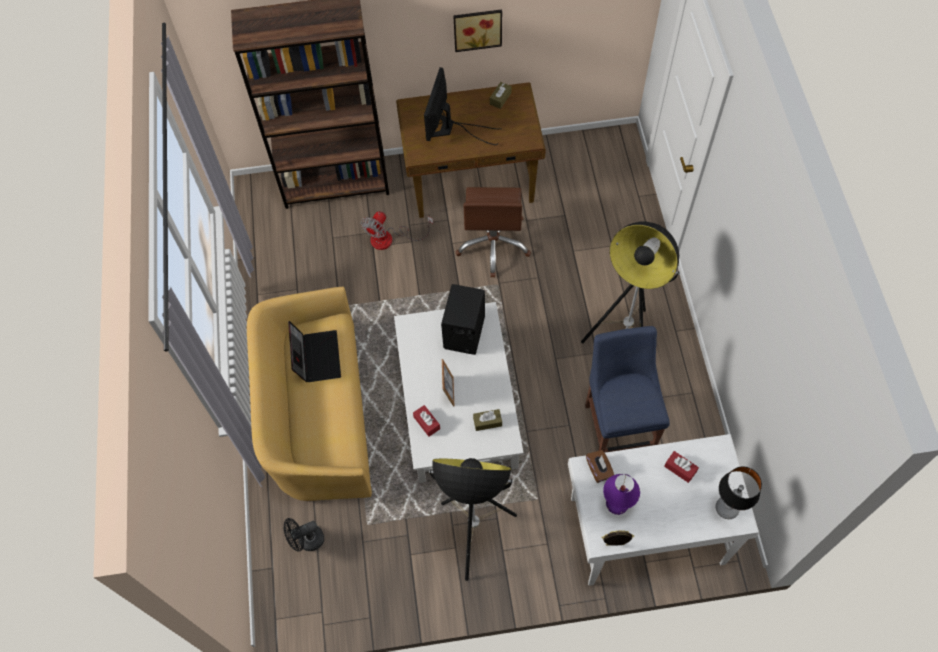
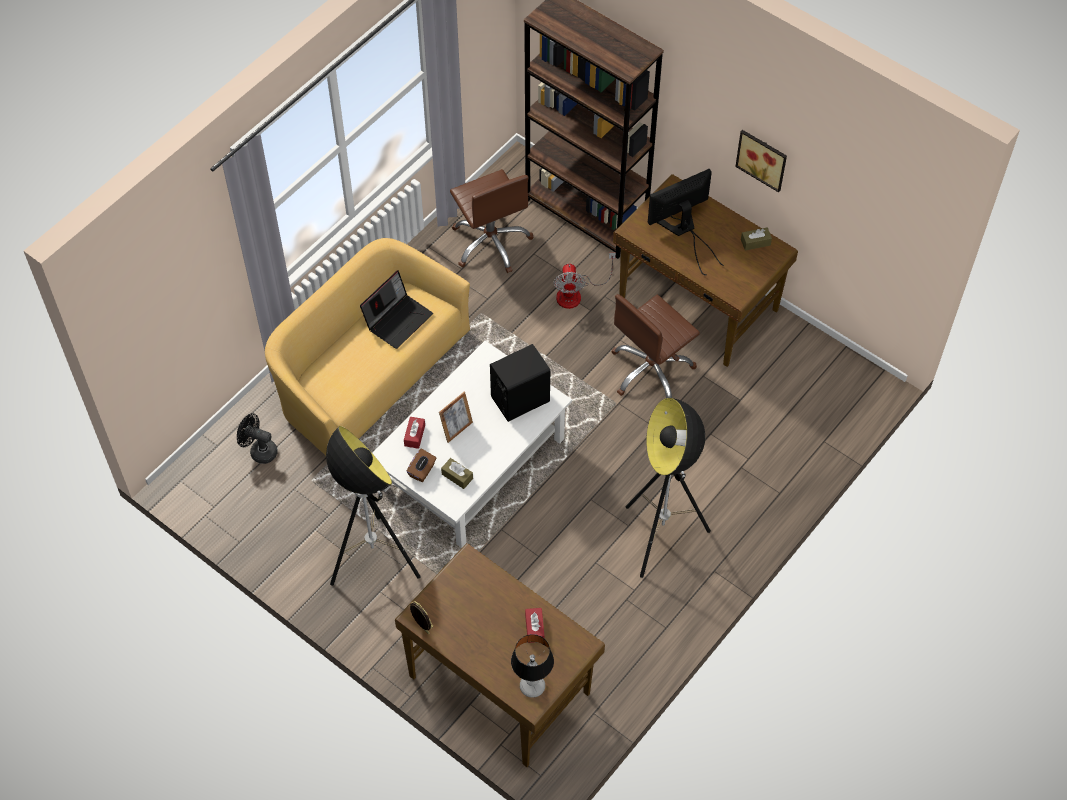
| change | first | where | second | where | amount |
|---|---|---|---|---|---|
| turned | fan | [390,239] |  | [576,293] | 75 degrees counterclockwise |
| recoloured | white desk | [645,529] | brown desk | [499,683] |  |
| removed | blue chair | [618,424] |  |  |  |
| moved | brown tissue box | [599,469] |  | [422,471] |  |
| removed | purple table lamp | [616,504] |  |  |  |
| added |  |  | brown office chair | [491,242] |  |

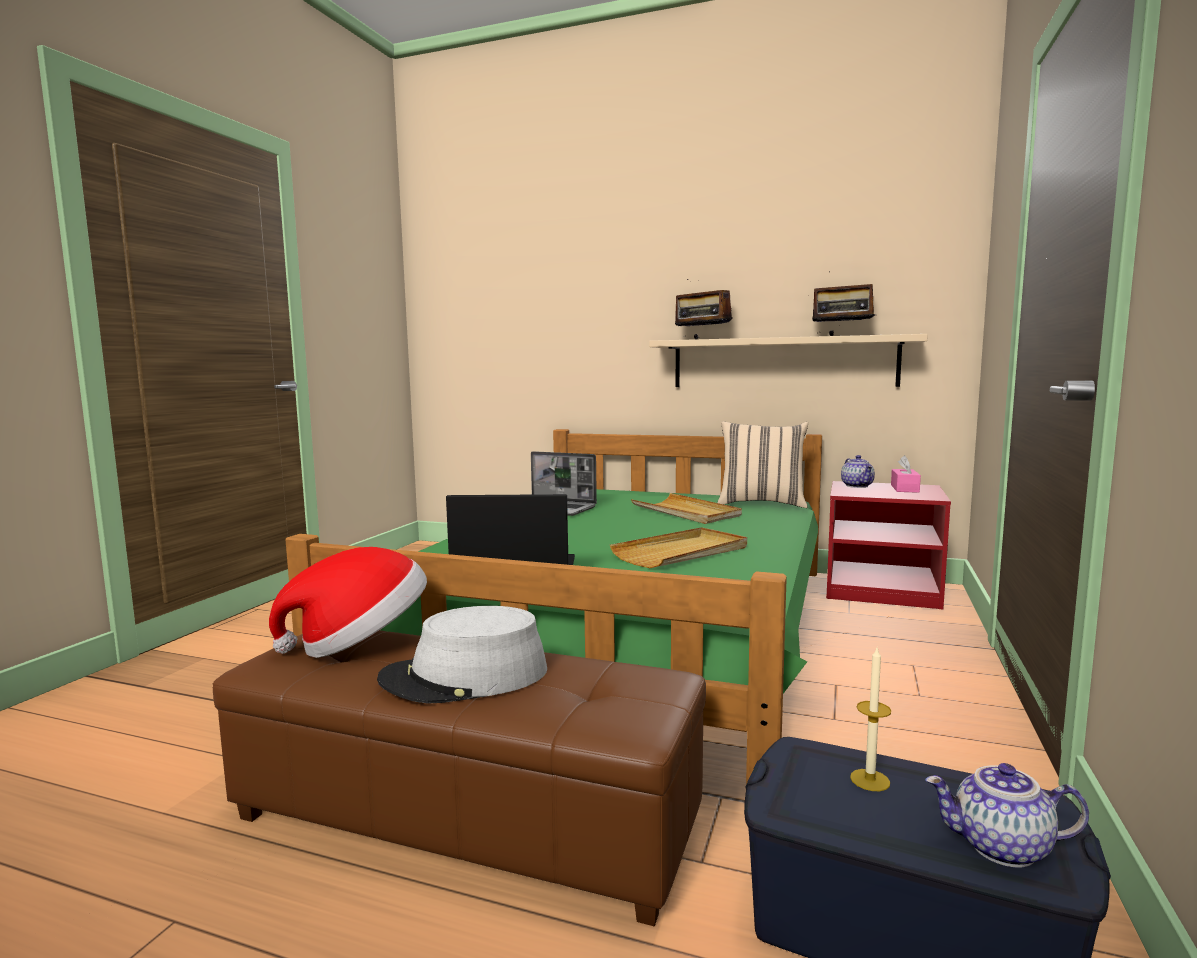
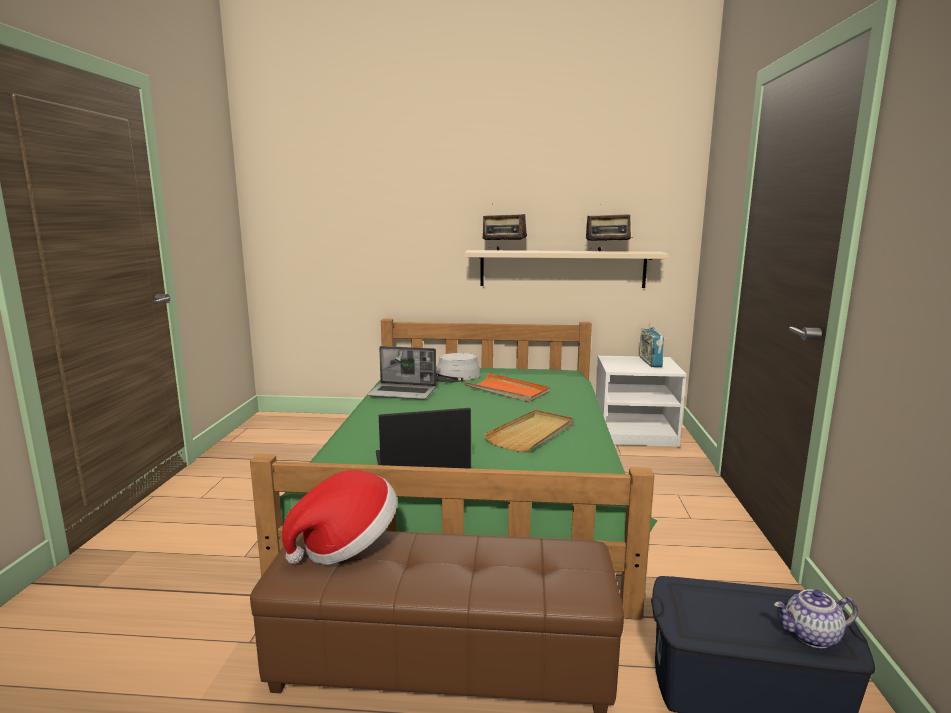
| change | first | where | second | where | amount |
|---|---|---|---|---|---|
| moved | grey hat | [465,676] |  | [453,376] |  |
| recoloured | beige tray | [686,512] | orange tray | [507,391] |  |
| removed | beige pillow | [762,503] |  |  |  |
| recoloured | red nightstand | [882,591] | white nightstand | [635,434] |  |
| removed | teapot | [858,486] |  |  |  |
| removed | candle | [870,780] |  |  |  |
| replaced | pink tissue box | [904,488] | radio | [650,362] |  |

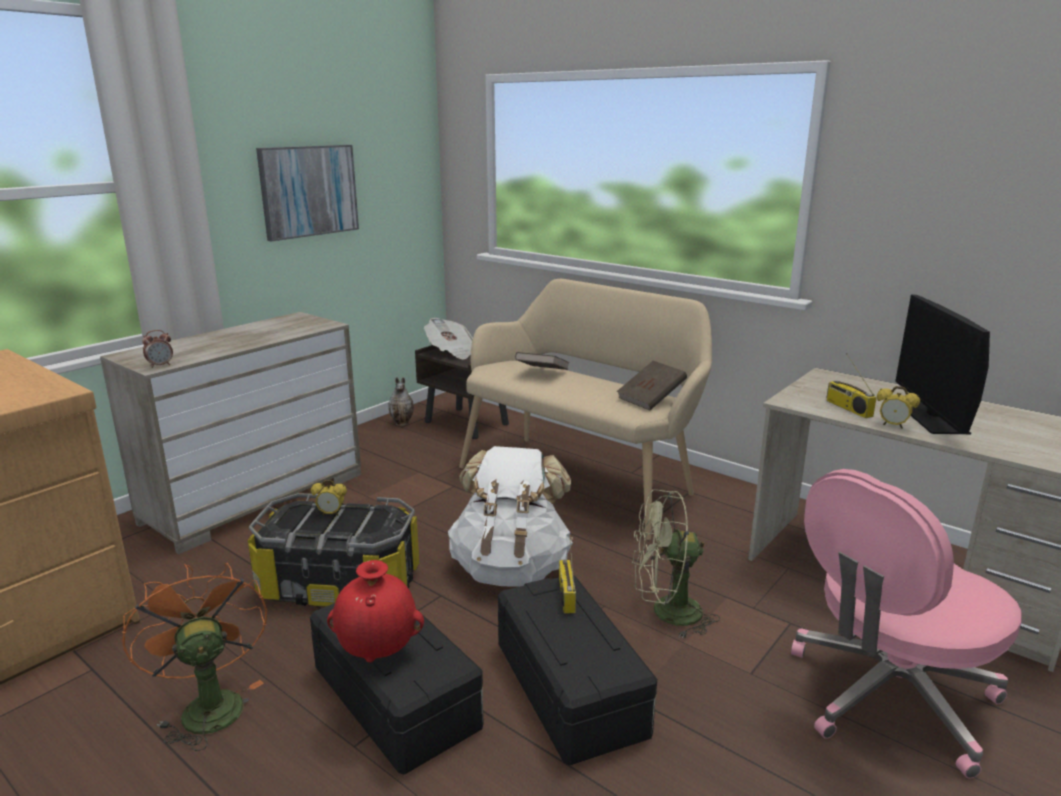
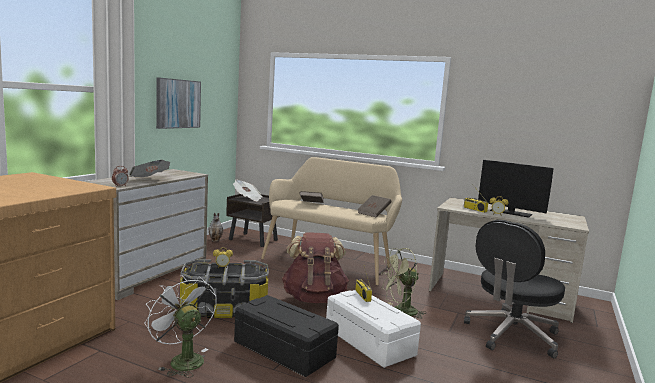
| change | first | where | second | where | amount |
|---|---|---|---|---|---|
| recoloured | orange fan | [208,704] | white fan | [182,360] |  |
| removed | red vase | [379,652] |  |  |  |
| recoloured | white backpack | [511,568] | brown backpack | [314,299] |  |
| recoloured | black storage box | [571,689] | white storage box | [370,341] |  |
| recoloured | pink office chair | [888,697] | black office chair | [511,335] |  |
| turned | monitor | [931,418] |  | [510,212] | 45 degrees counterclockwise |
| added |  |  | newspaper | [149,180] |  |

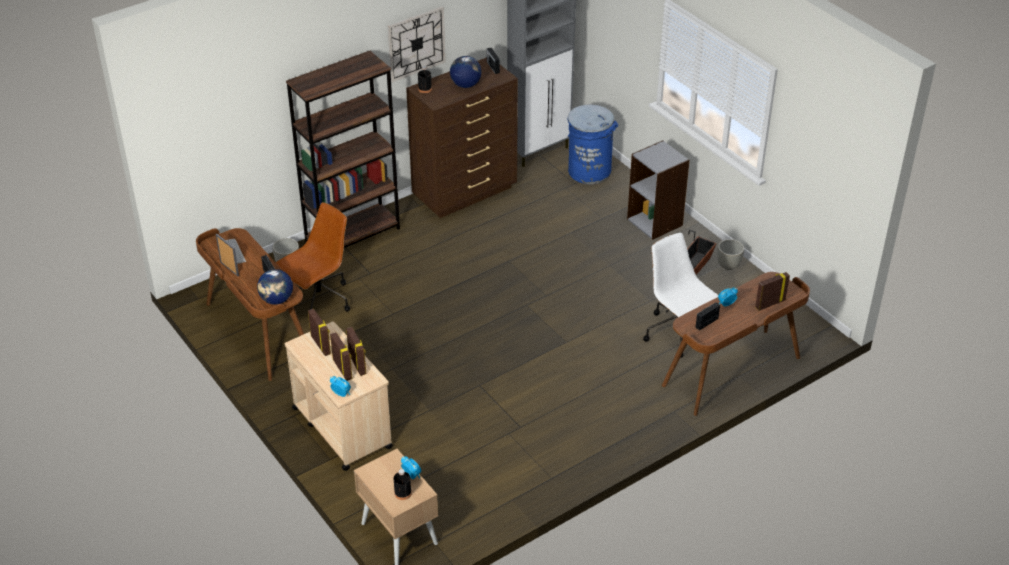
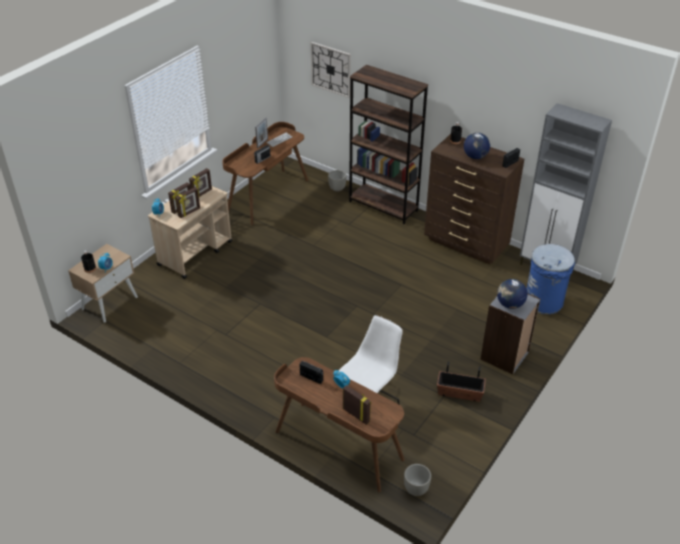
| change | first | where | second | where | amount |
|---|---|---|---|---|---|
| moved | globe | [277,300] |  | [510,304] |  |
| removed | brown office chair | [318,301] |  |  |  |
| moved | wall clock | [416,43] |  | [331,69] |  |
| moved | grey planter | [728,266] |  | [416,489] |  |

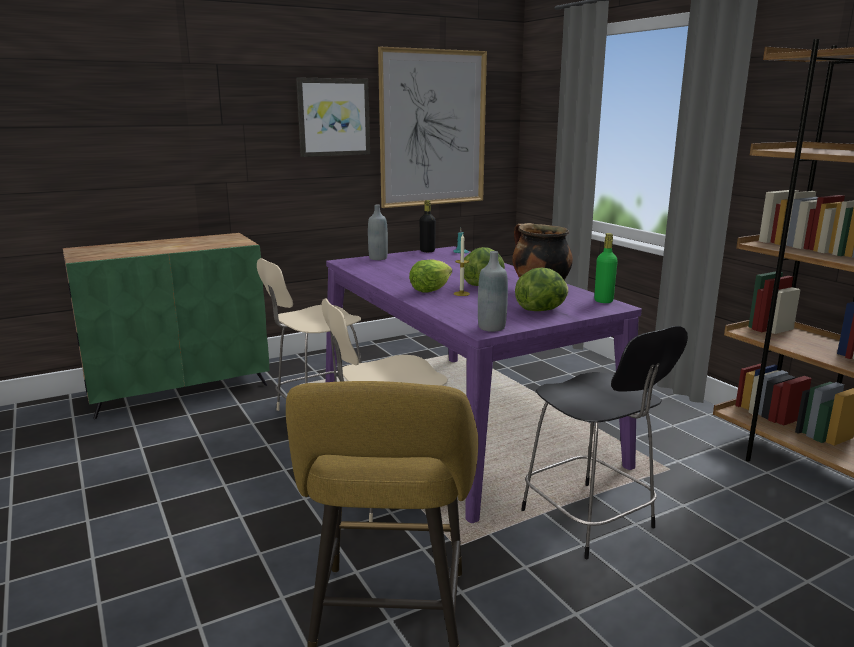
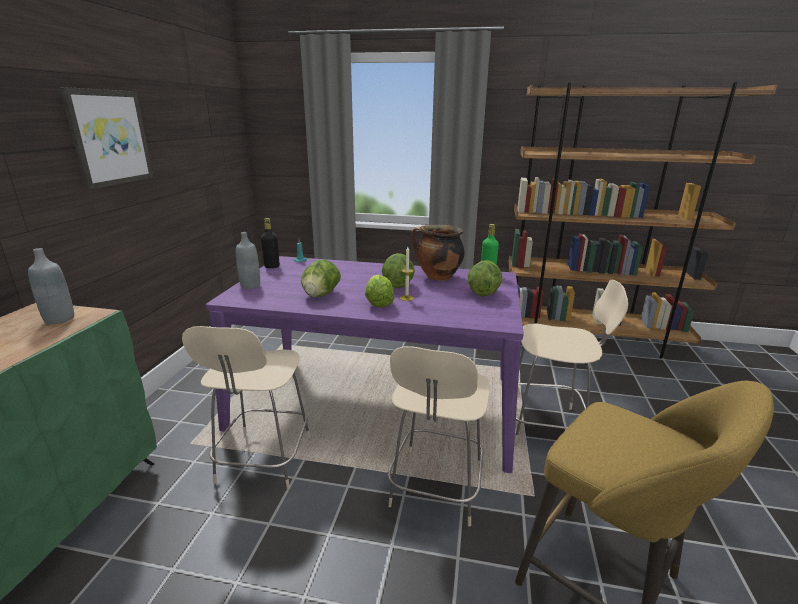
| change | first | where | second | where | amount |
|---|---|---|---|---|---|
| removed | picture | [433,129] |  |  |  |
| moved | grey bottle | [491,327] |  | [59,319] |  |
| recoloured | black chair | [590,521] | beige chair | [548,425] |  |
| added |  |  | lettuce | [320,295] |  |

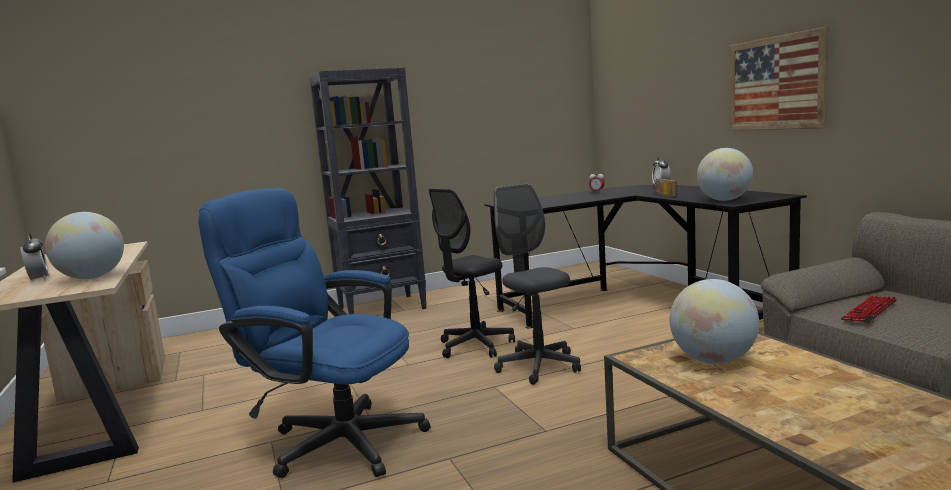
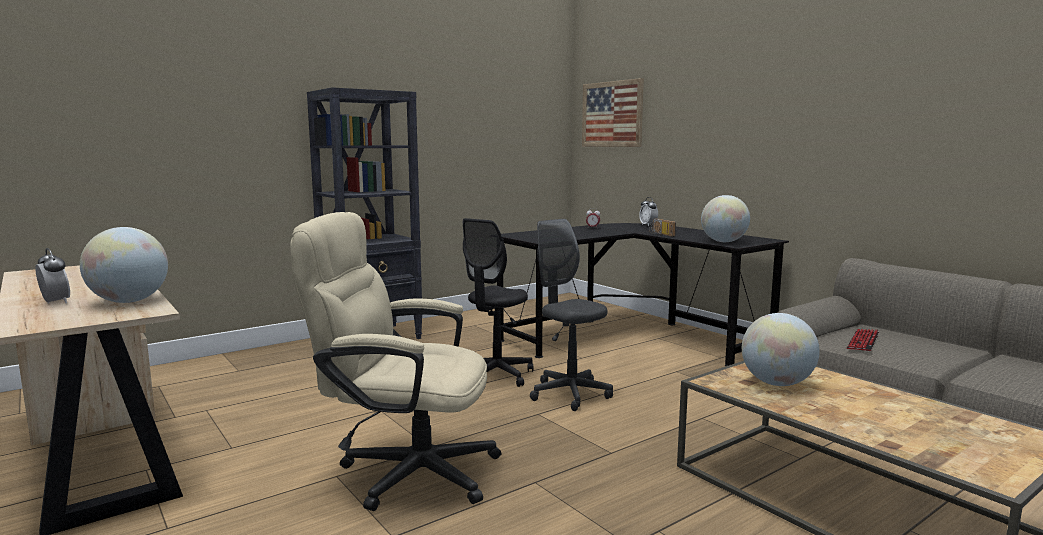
| change | first | where | second | where | amount |
|---|---|---|---|---|---|
| recoloured | blue office chair | [333,440] | beige office chair | [405,471] |  |
| moved | picture | [775,83] |  | [612,114] |  |

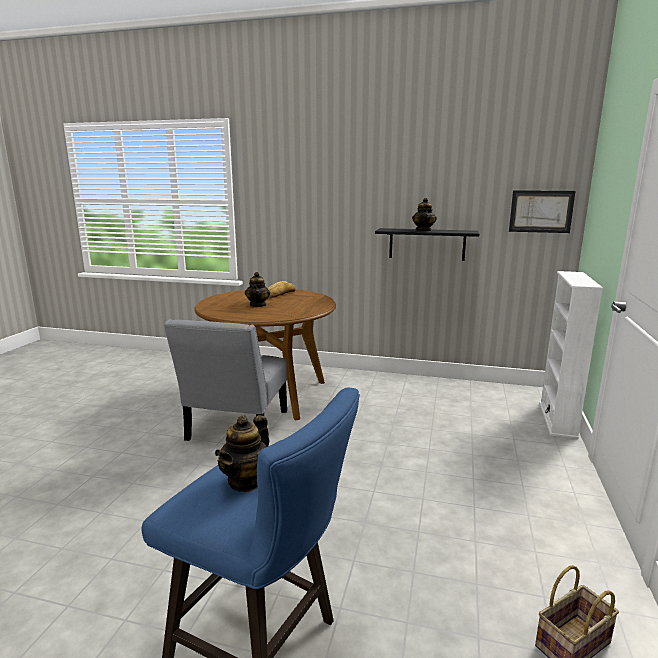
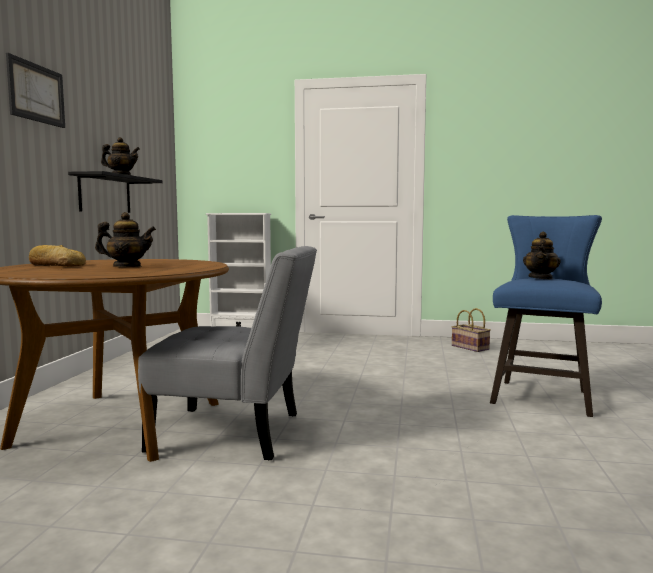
| change | first | where | second | where | amount |
|---|---|---|---|---|---|
| turned | teapot | [246,481] |  | [541,278] | 90 degrees clockwise |
| moved | picture | [541,211] |  | [36,93] |  |

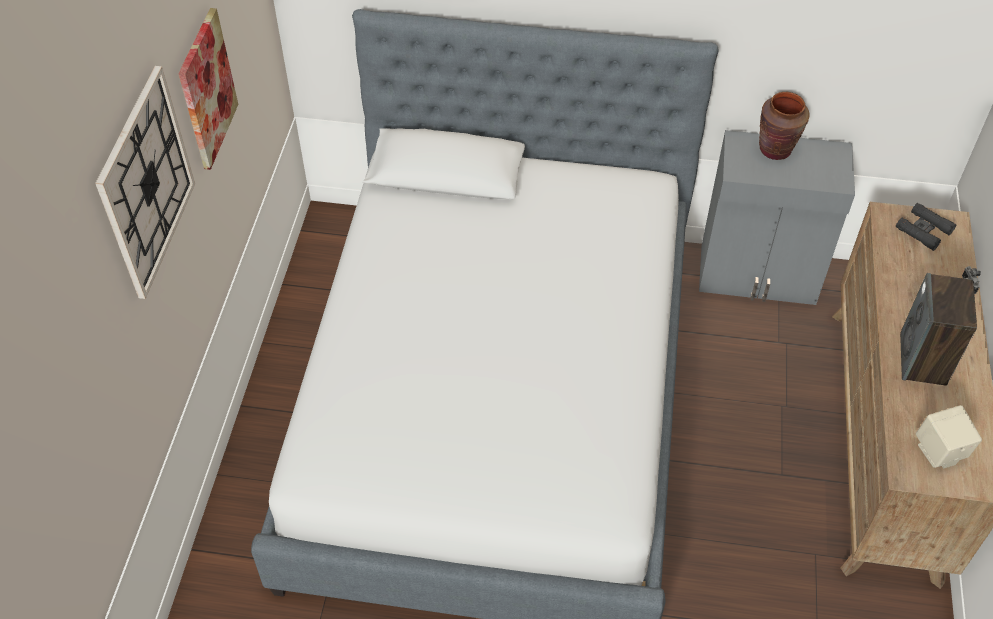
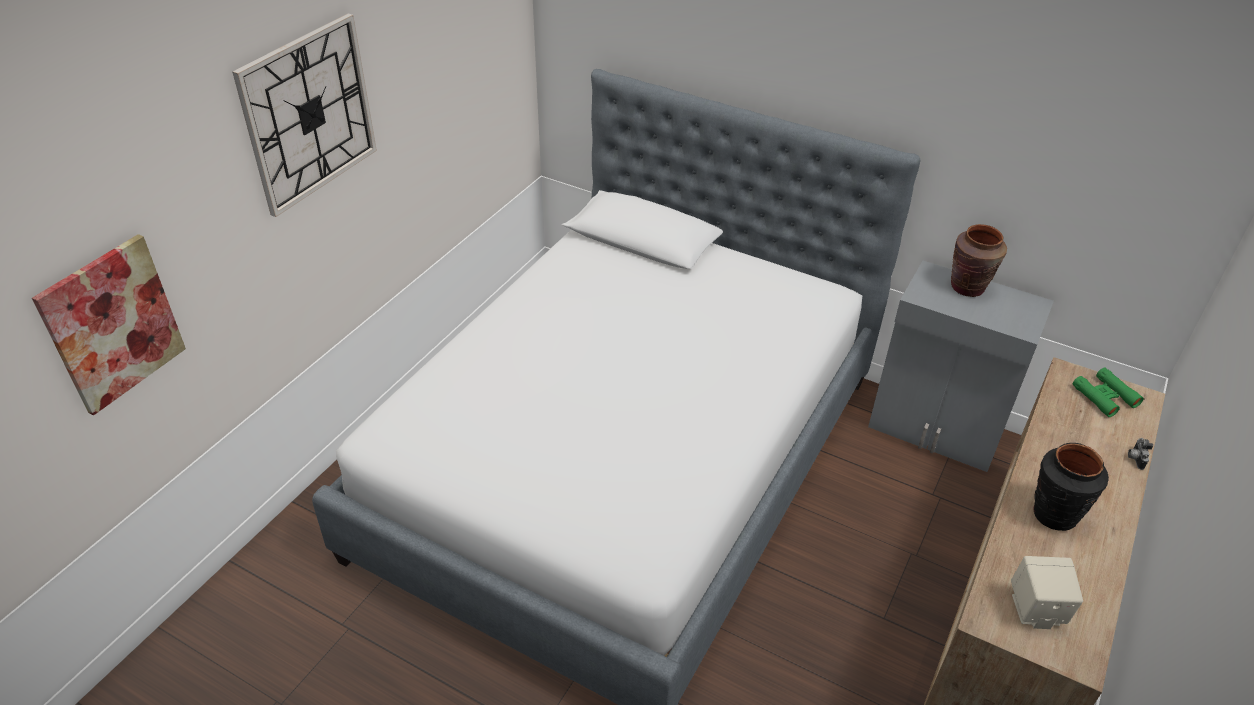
| change | first | where | second | where | amount |
|---|---|---|---|---|---|
| moved | picture | [207,89] |  | [112,324] |  |
| recoloured | black binoculars | [923,230] | green binoculars | [1104,396] |  |
| replaced | speaker | [923,360] | black vase | [1054,514] |  |

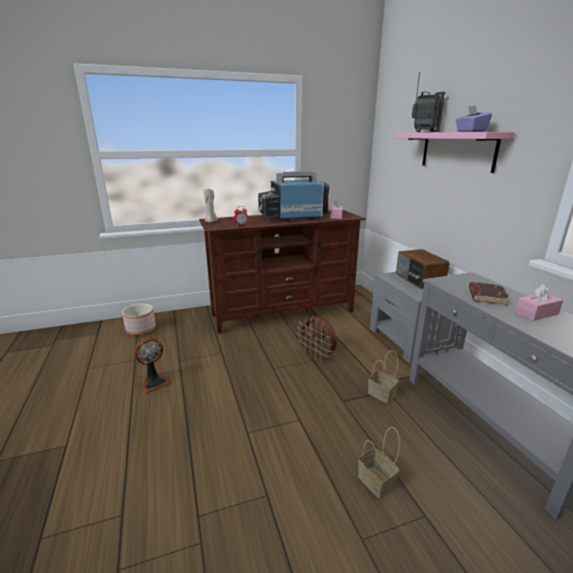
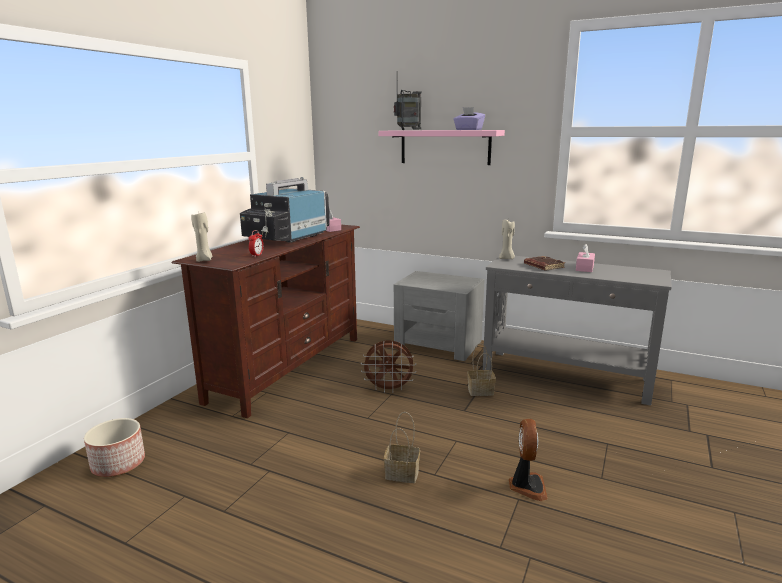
| change | first | where | second | where | amount |
|---|---|---|---|---|---|
| moved | fan | [154,383] |  | [526,486] |  |
| moved | basket | [377,482] |  | [403,473] |  |
| removed | radio | [418,280] |  |  |  |
| added |  |  | beige candle | [506,258] |  |

